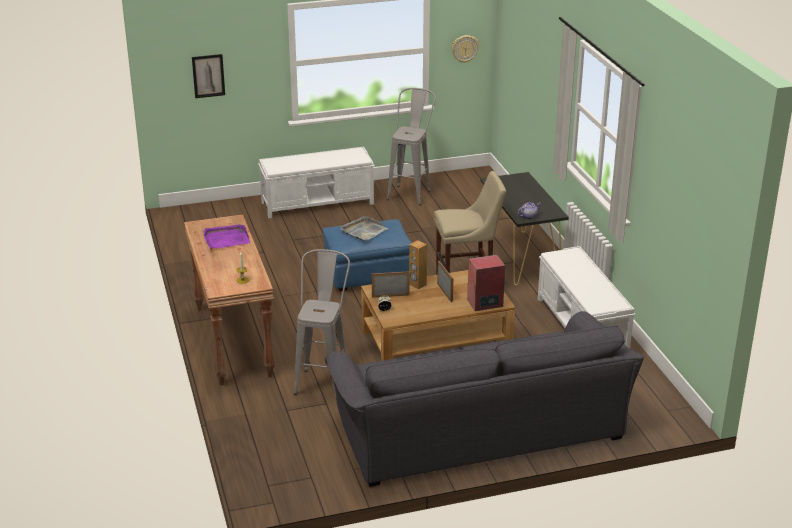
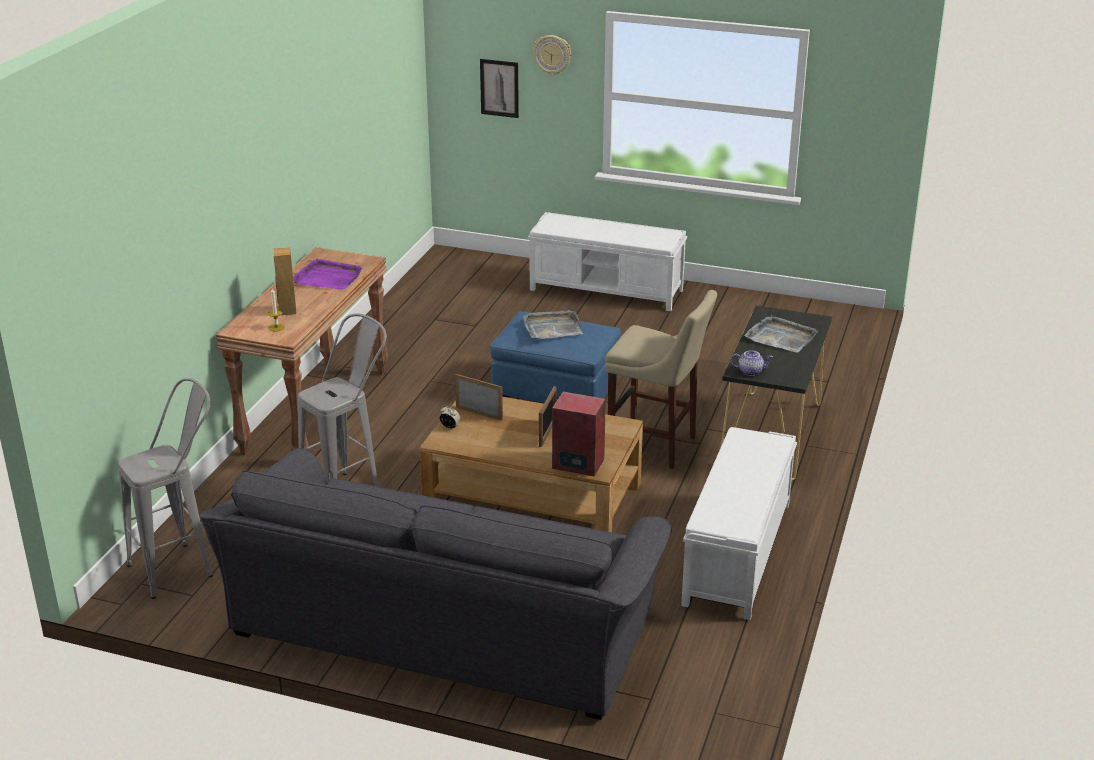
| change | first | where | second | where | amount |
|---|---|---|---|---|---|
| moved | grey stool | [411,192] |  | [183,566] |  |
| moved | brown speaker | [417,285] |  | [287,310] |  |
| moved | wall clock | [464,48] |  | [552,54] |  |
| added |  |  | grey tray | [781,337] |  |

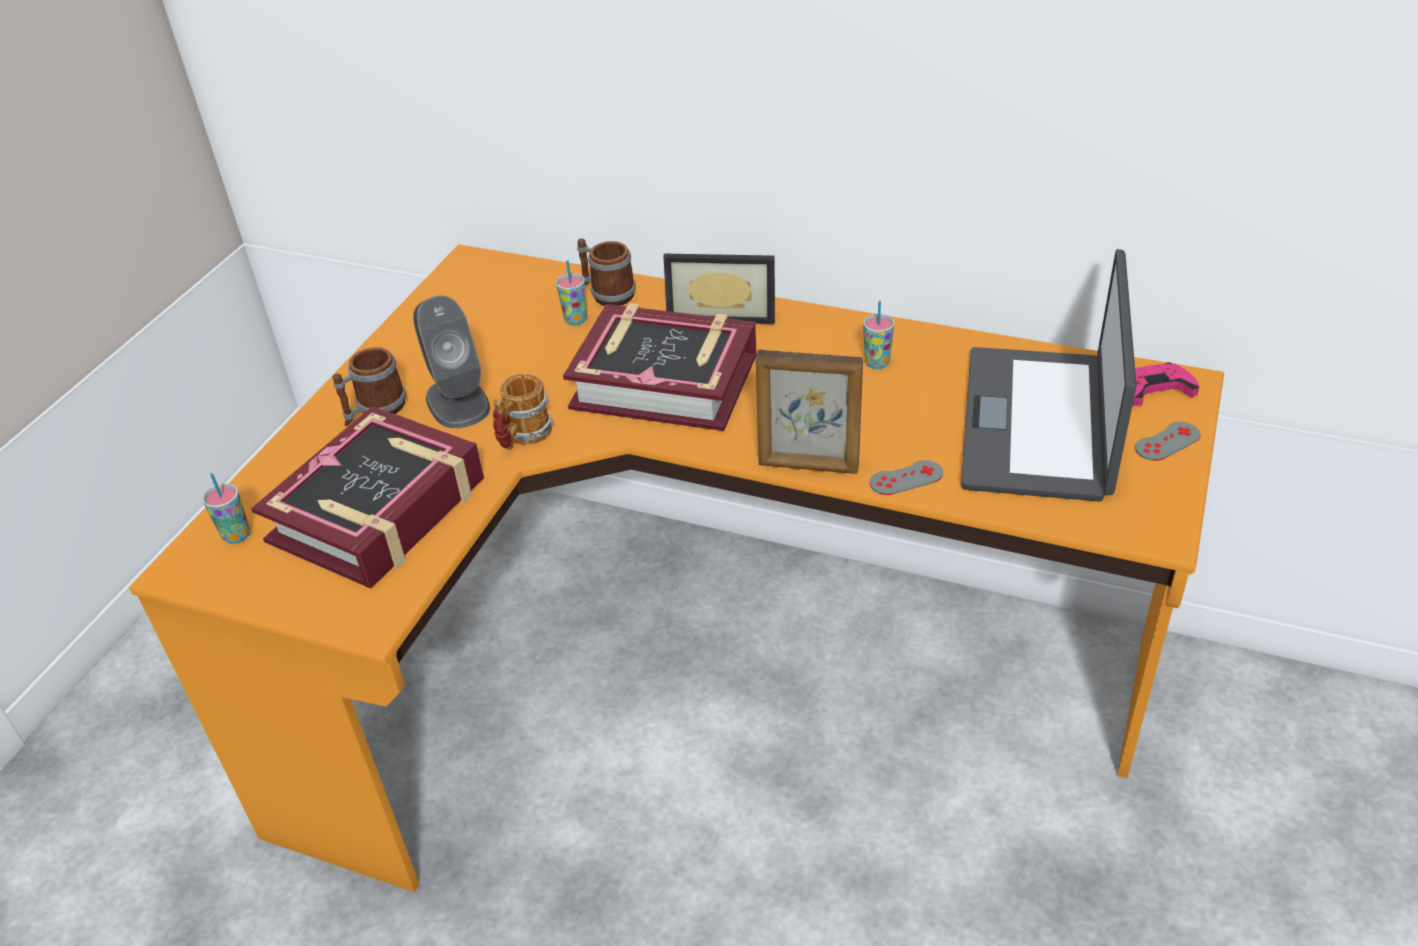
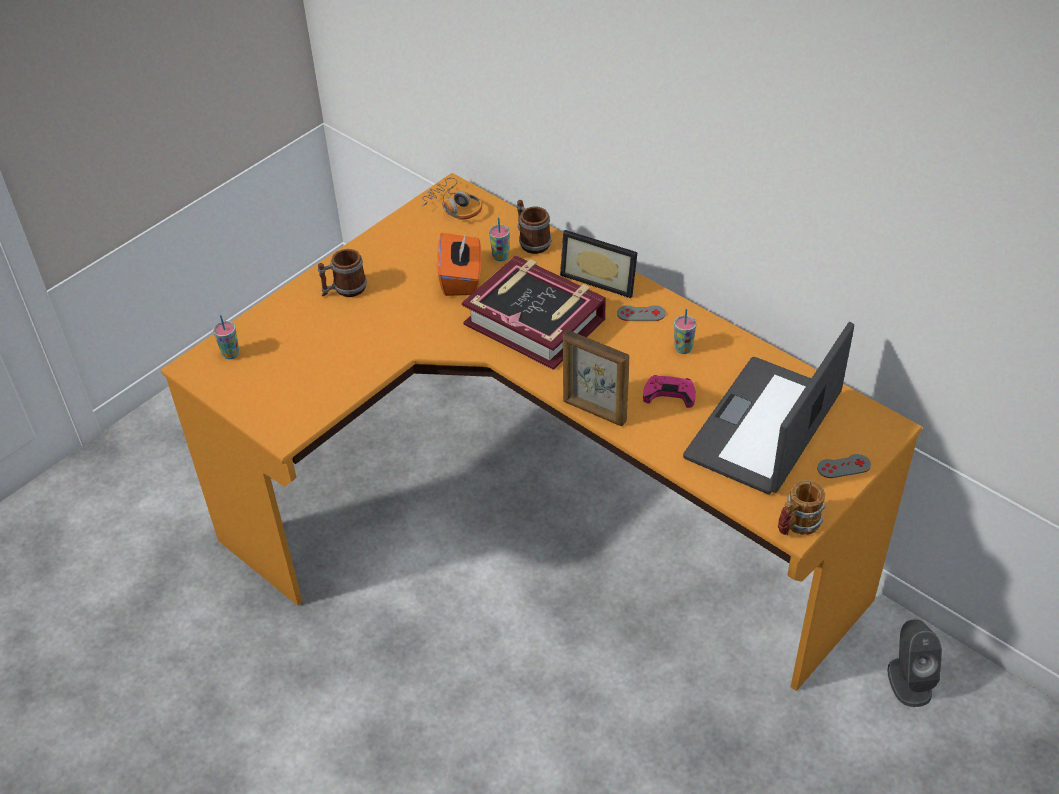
| change | first | where | second | where | amount |
|---|---|---|---|---|---|
| removed | book | [379,511] |  |  |  |
| moved | grey speaker | [457,402] |  | [909,681] |  |
| moved | mug | [523,437] |  | [796,525] |  |
| moved | grey game controller | [906,478] |  | [641,313] |  |
| moved | pink game controller | [1155,389] |  | [669,394] |  |
| added |  |  | headphones | [454,207] |  |
| added |  |  | orange tissue box | [461,279] |  |

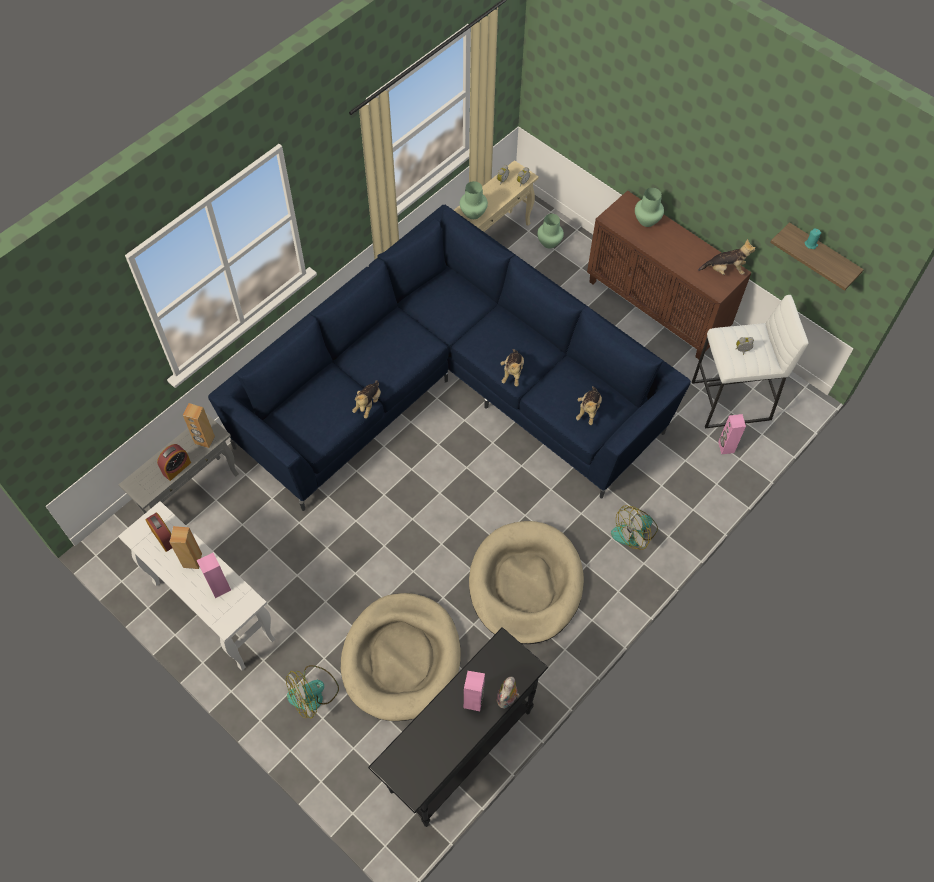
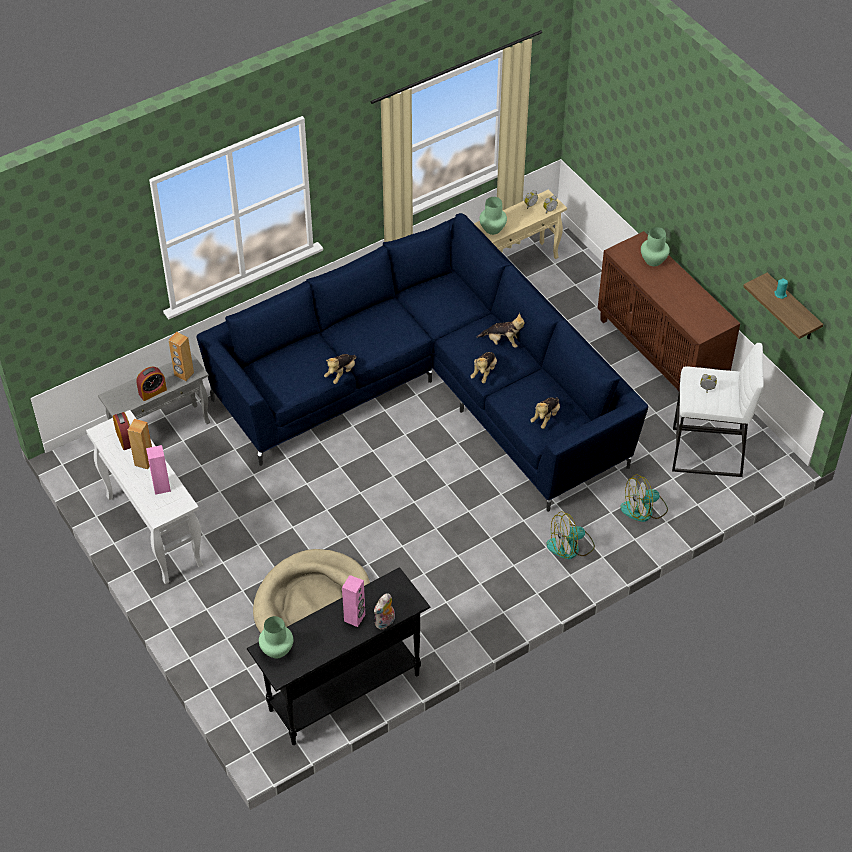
| change | first | where | second | where | amount |
|---|---|---|---|---|---|
| moved | fan | [313,694] |  | [644,509] |  |
| removed | beige dog bed | [525,584] |  |  |  |
| moved | green vase | [549,242] |  | [277,649] |  |
| moved | plush toy | [725,270] |  | [502,341] |  |
| removed | pink speaker | [725,447] |  |  |  |

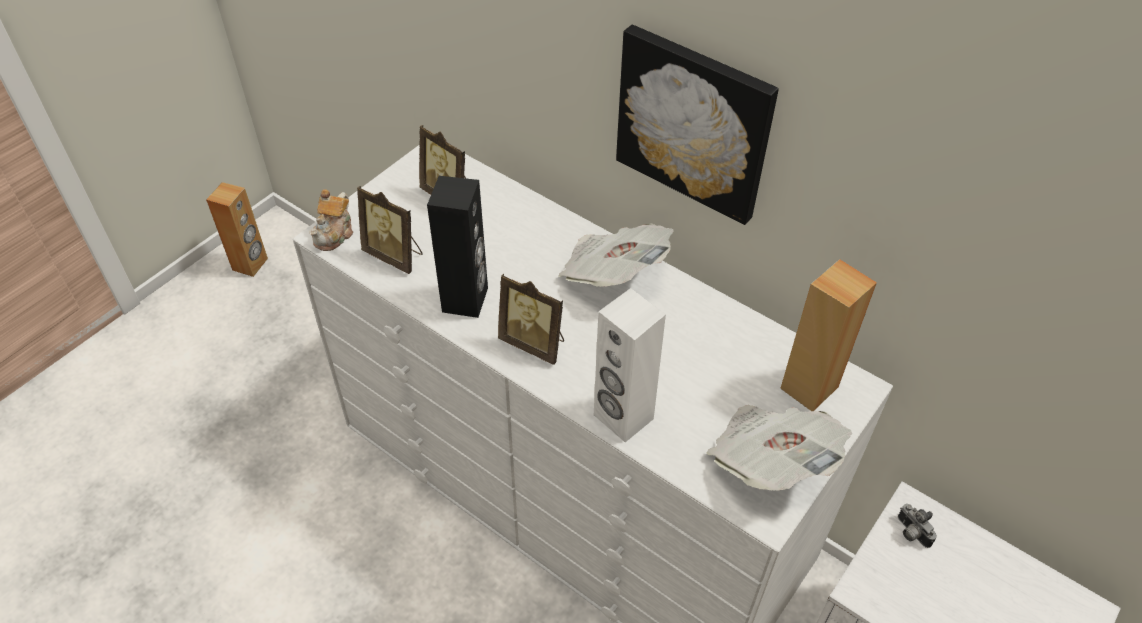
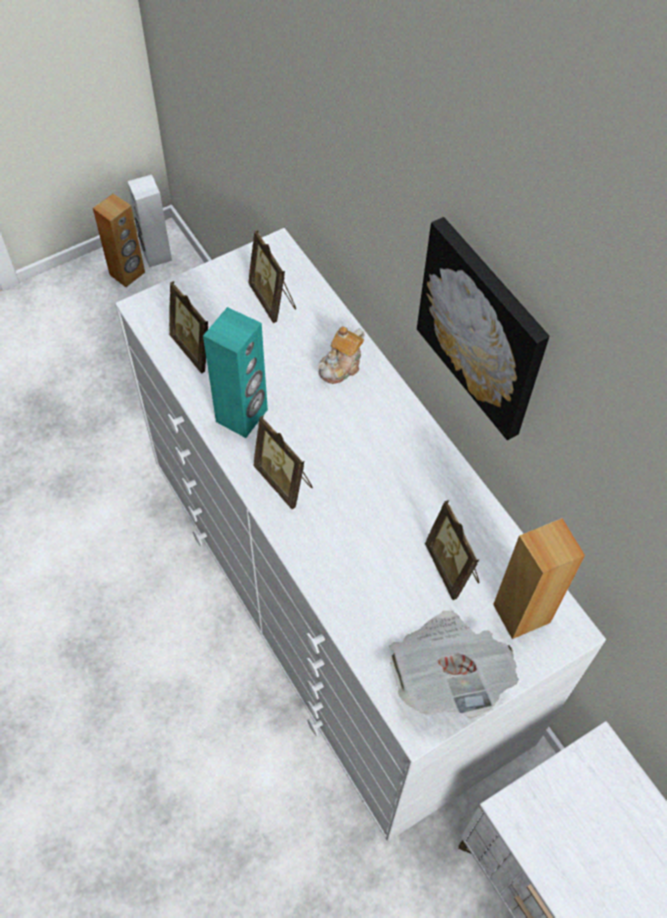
| change | first | where | second | where | amount |
|---|---|---|---|---|---|
| moved | teapot | [335,234] |  | [341,366] |  |
| recoloured | black speaker | [466,300] | turquoise speaker | [242,416] |  |
| removed | newspaper | [613,273] |  |  |  |
| moved | white speaker | [622,417] |  | [156,254] |  |
| removed | photo camera | [910,533] |  |  |  |
| added |  |  | picture frame | [453,568] |  |

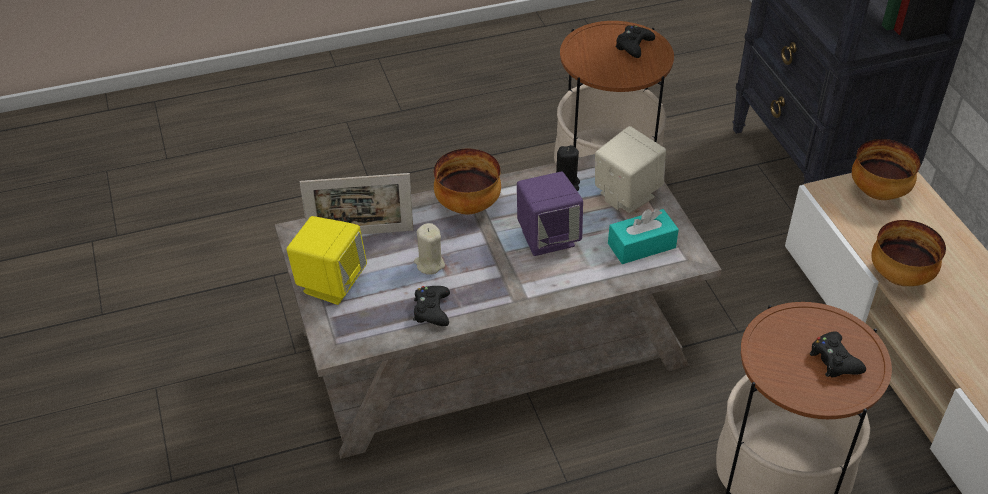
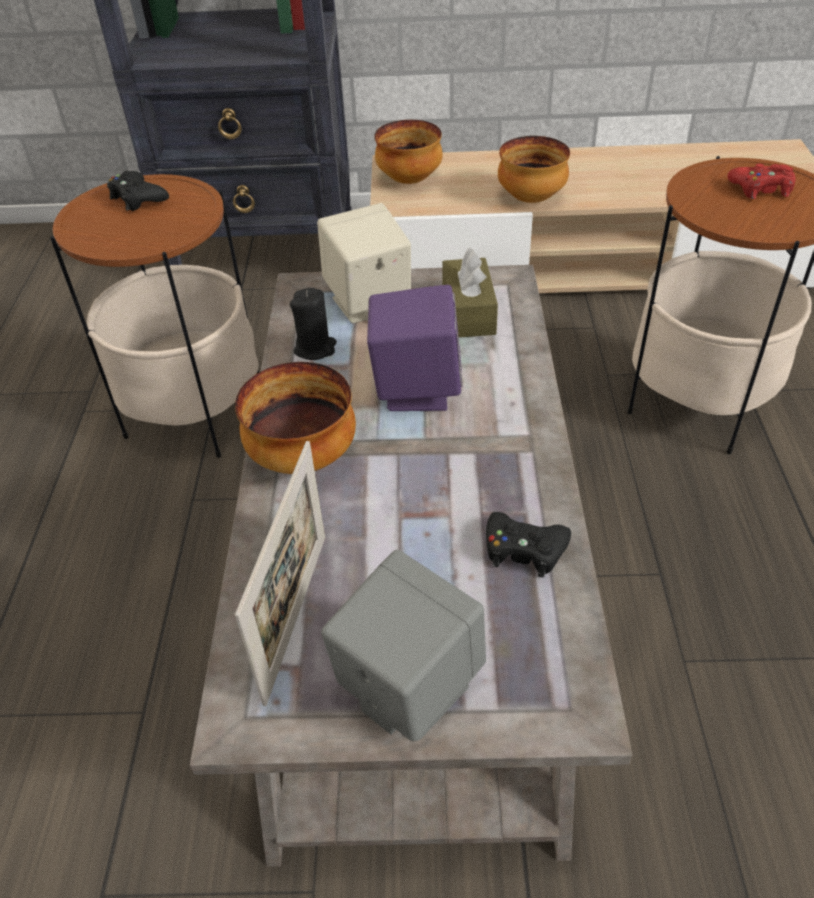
| change | first | where | second | where | amount |
|---|---|---|---|---|---|
| recoloured | yellow speaker | [330,283] | grey speaker | [407,688] |  |
| removed | beige candle | [429,264] |  |  |  |
| recoloured | turquoise tissue box | [641,245] | brown tissue box | [468,312] |  |
| recoloured | black game controller | [834,360] | red game controller | [761,189] |  |

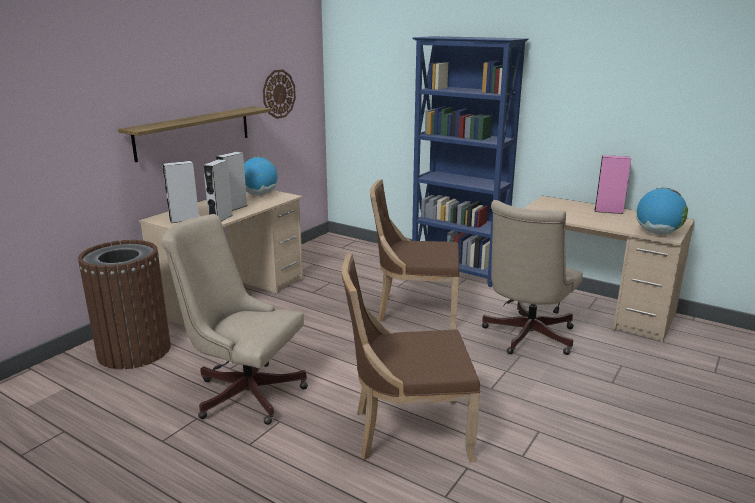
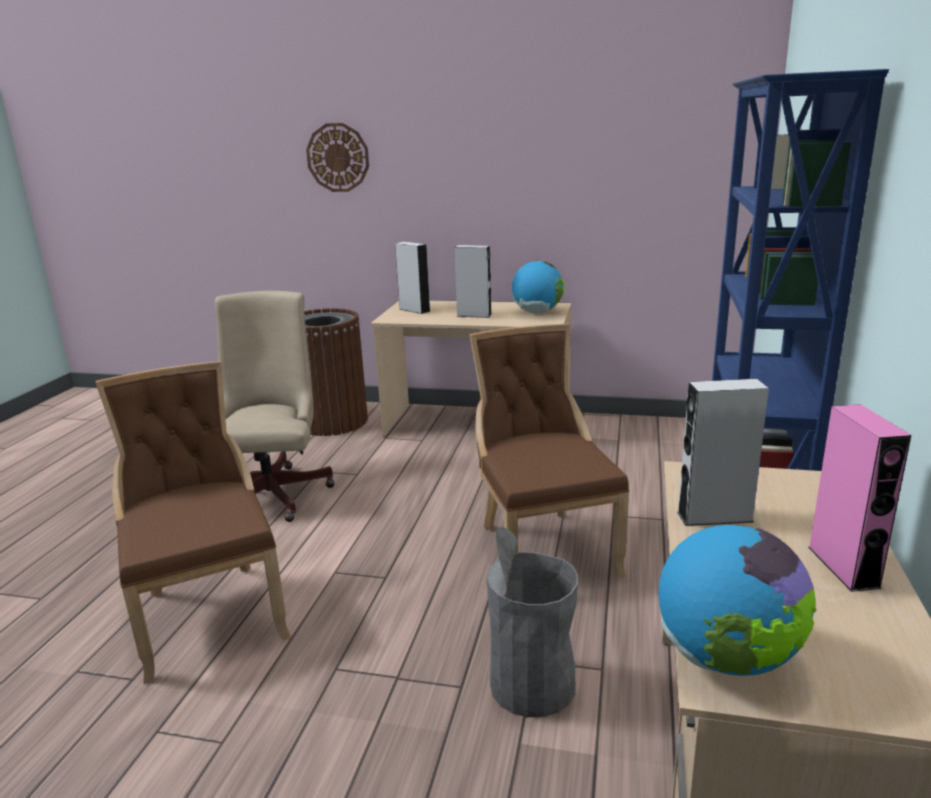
| change | first | where | second | where | amount |
|---|---|---|---|---|---|
| removed | shelf | [194,132] |  |  |  |
| moved | grey speaker | [220,218] |  | [714,517] |  |
| moved | wall clock | [278,94] |  | [338,157] |  |
| replaced | beige office chair | [526,337] | grey trash can | [532,685] |  |

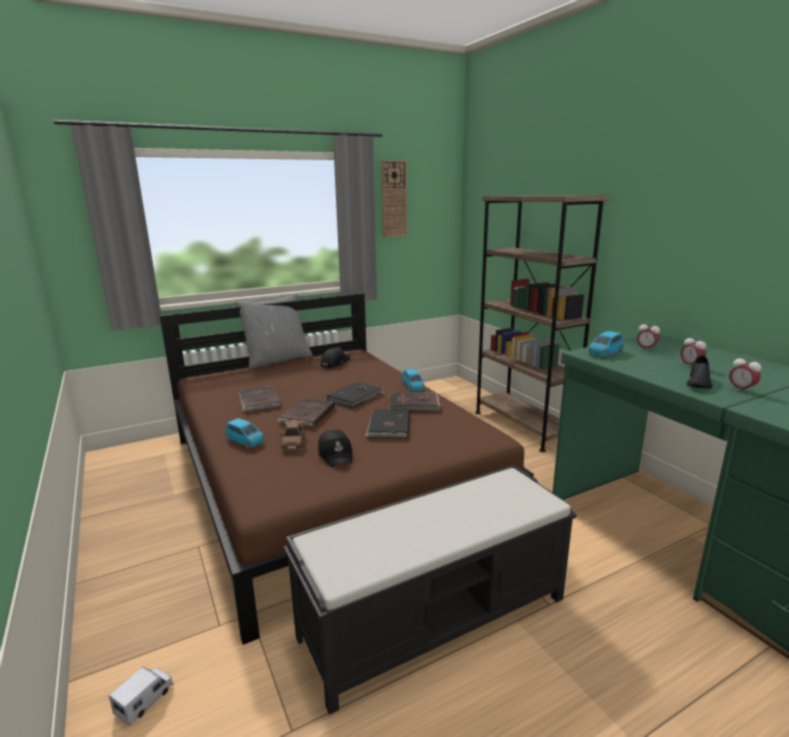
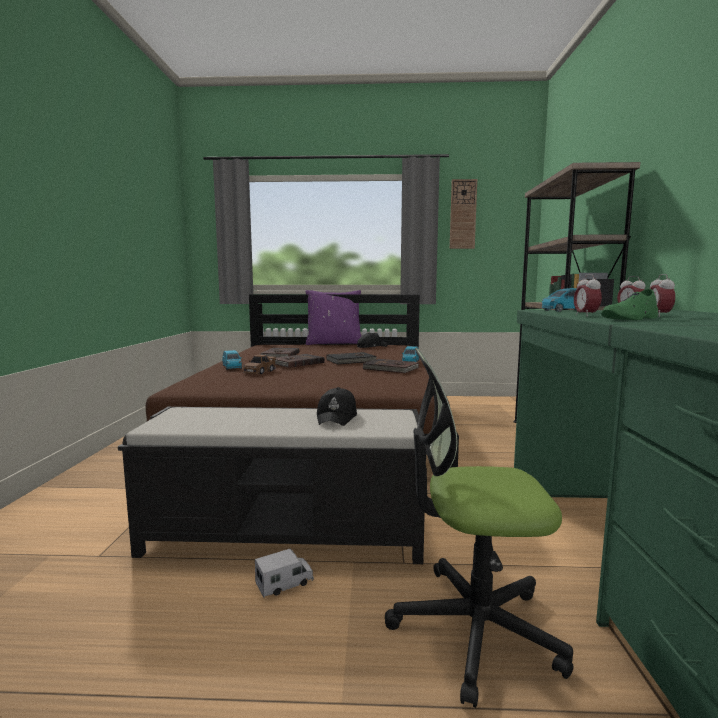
| change | first | where | second | where | amount |
|---|---|---|---|---|---|
| moved | toy truck | [145,700] |  | [284,583] |  |
| recoloured | grey pillow | [277,360] | purple pillow | [334,343] |  |
| moved | black cap | [336,454] |  | [337,417] |  |
| removed | black book | [388,426] |  |  |  |
| recoloured | black shoe | [698,383] | green shoe | [630,319] |  |
| moved | alarm clock | [741,390] |  | [585,315] |  |
| added |  |  | office chair | [474,628] |  |

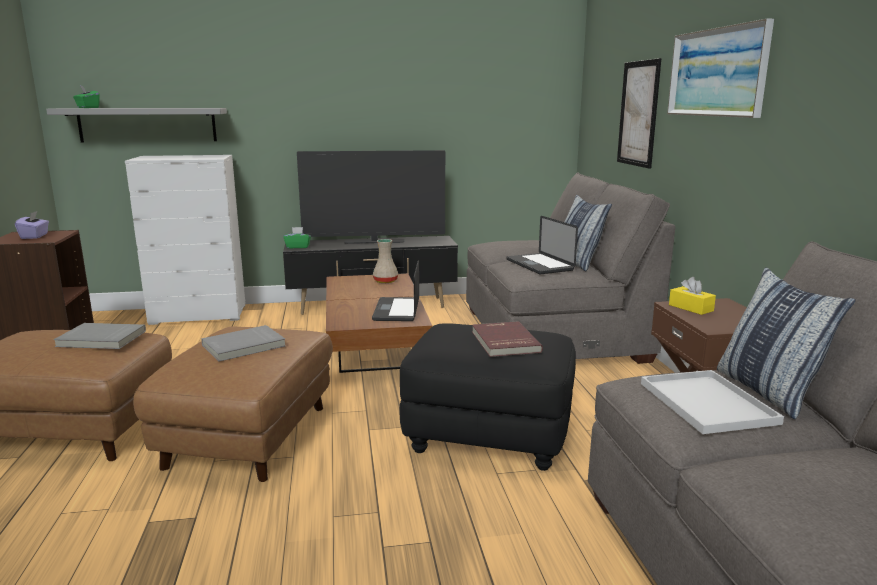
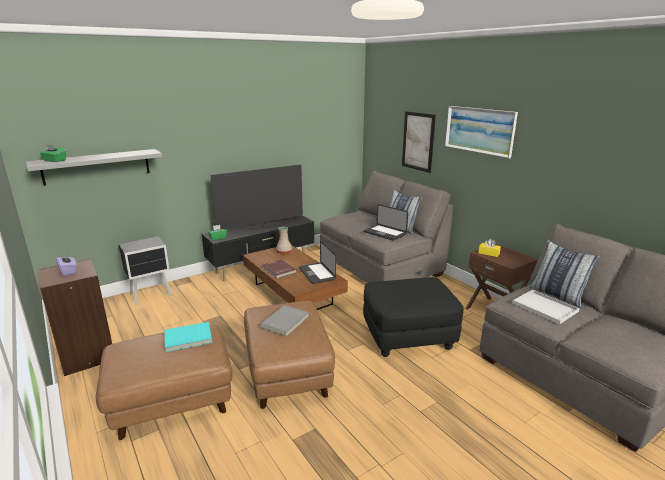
| change | first | where | second | where | amount |
|---|---|---|---|---|---|
| recoloured | grey book | [101,339] | turquoise book | [188,338] |  |
| replaced | white dresser | [199,315] | black nightstand | [152,295] |  |
| moved | red book | [504,342] |  | [278,270] |  |

